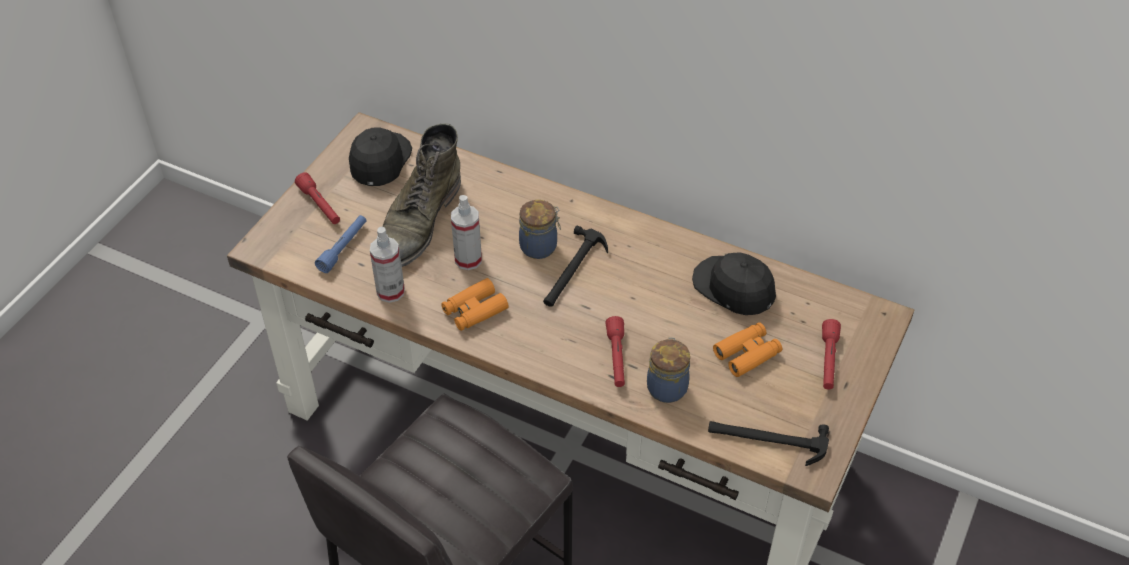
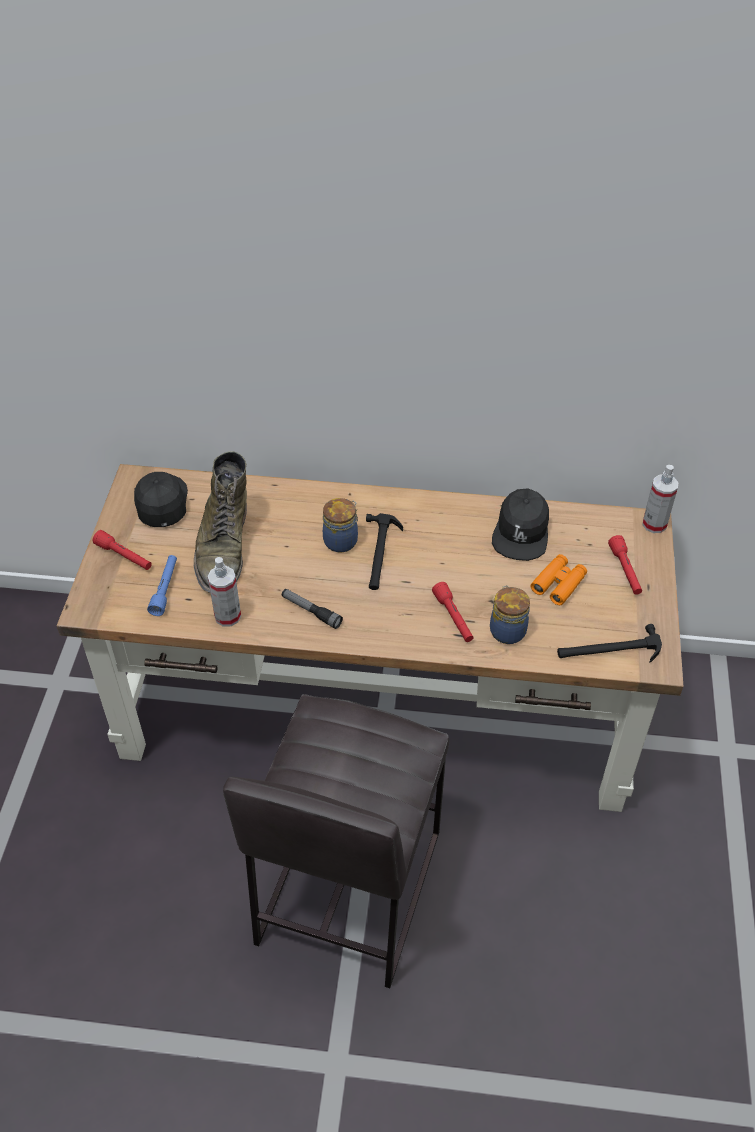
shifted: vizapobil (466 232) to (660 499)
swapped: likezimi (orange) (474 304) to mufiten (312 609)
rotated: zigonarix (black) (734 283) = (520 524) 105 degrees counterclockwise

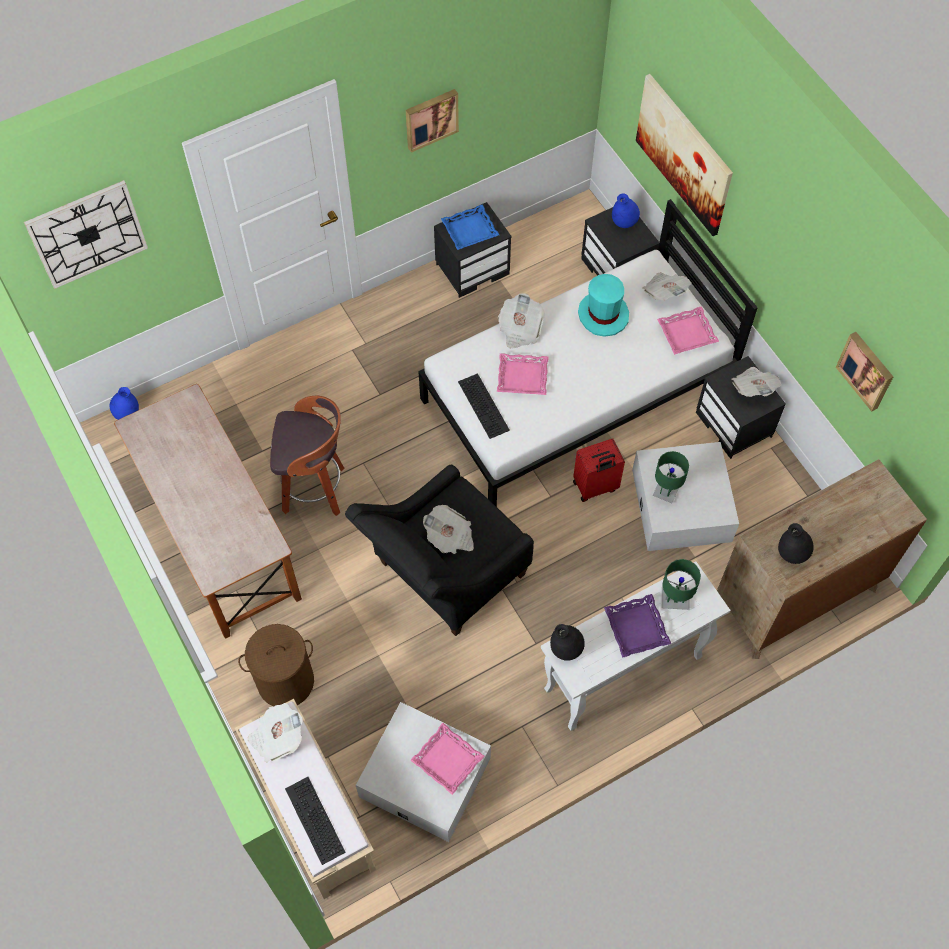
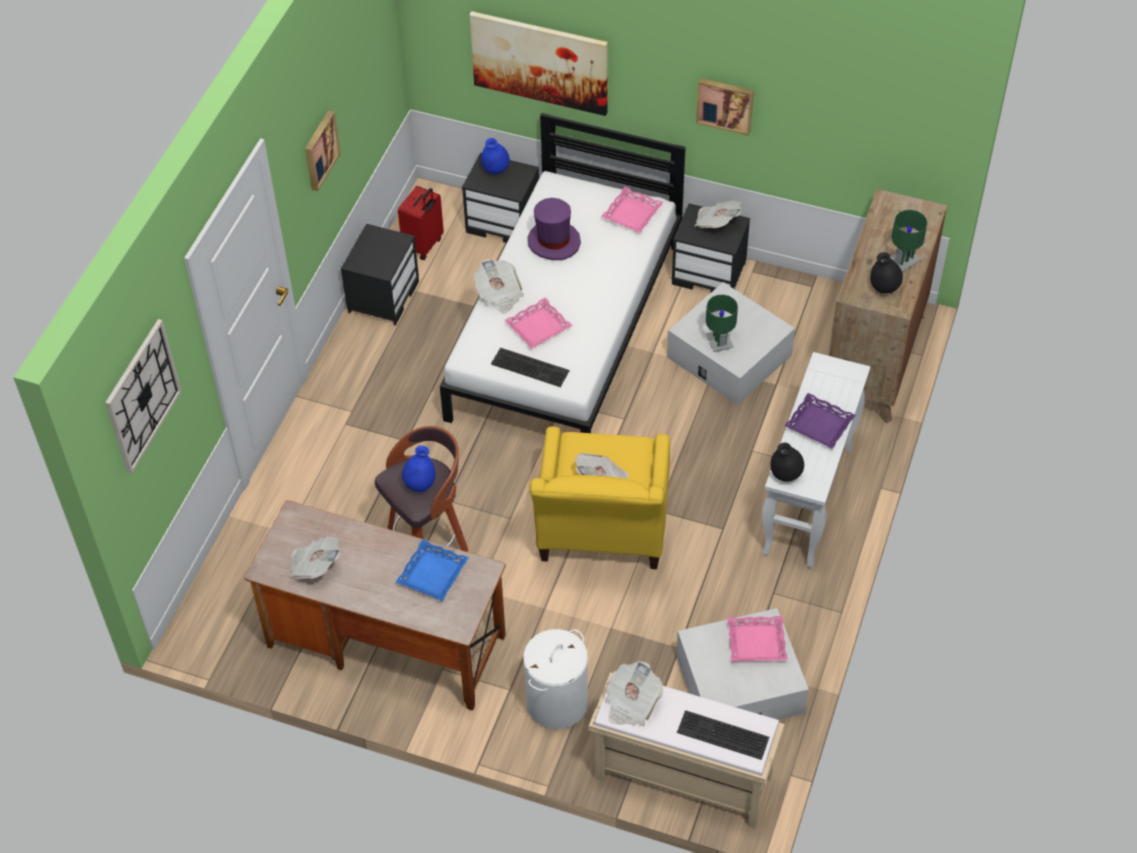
shifted: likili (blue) (470 227) to (432 570); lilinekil (667 286) to (315 557); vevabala (864 372) to (725 107); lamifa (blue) (124 403) to (418 469); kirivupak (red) (599 470) to (421 223); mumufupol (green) (681 584) to (908 241)
repainted: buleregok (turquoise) (603 305) to buleregok (purple) (554 229); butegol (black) (439 550) to butegol (yellow) (600 497); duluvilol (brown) (276 665) to duluvilol (white) (555 679)

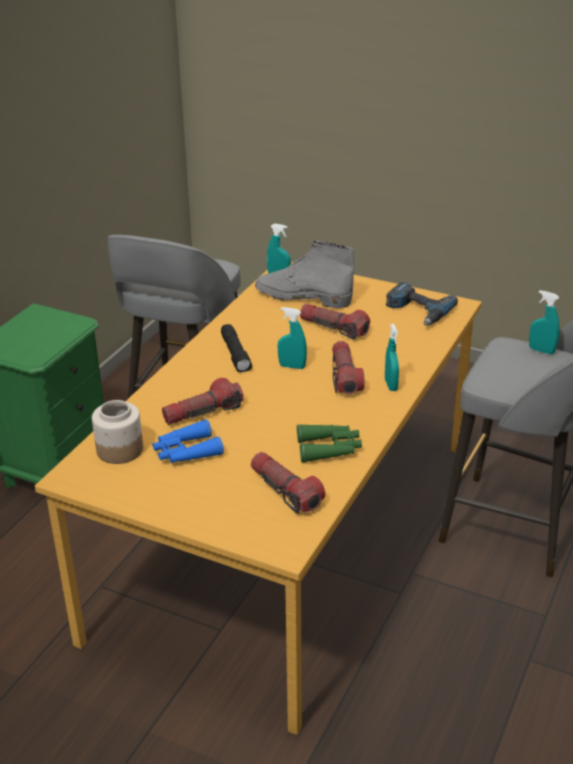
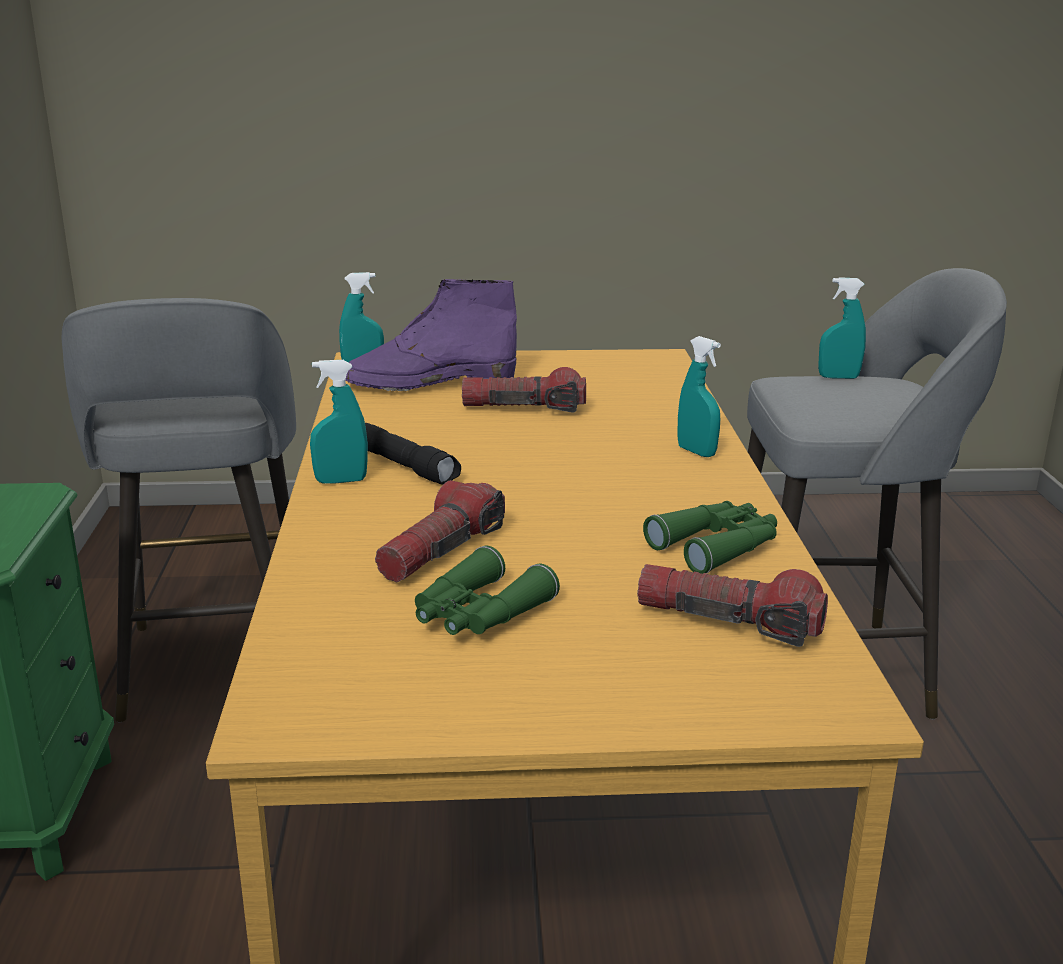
gone: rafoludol (422 304); mufiten (348 367); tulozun (117 432)
shifted: vizapobil (turquoise) (292 338) to (339 422)
repainted: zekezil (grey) (305 274) to zekezil (purple) (431 335); likezimi (blue) (188 441) to likezimi (green) (487 590)

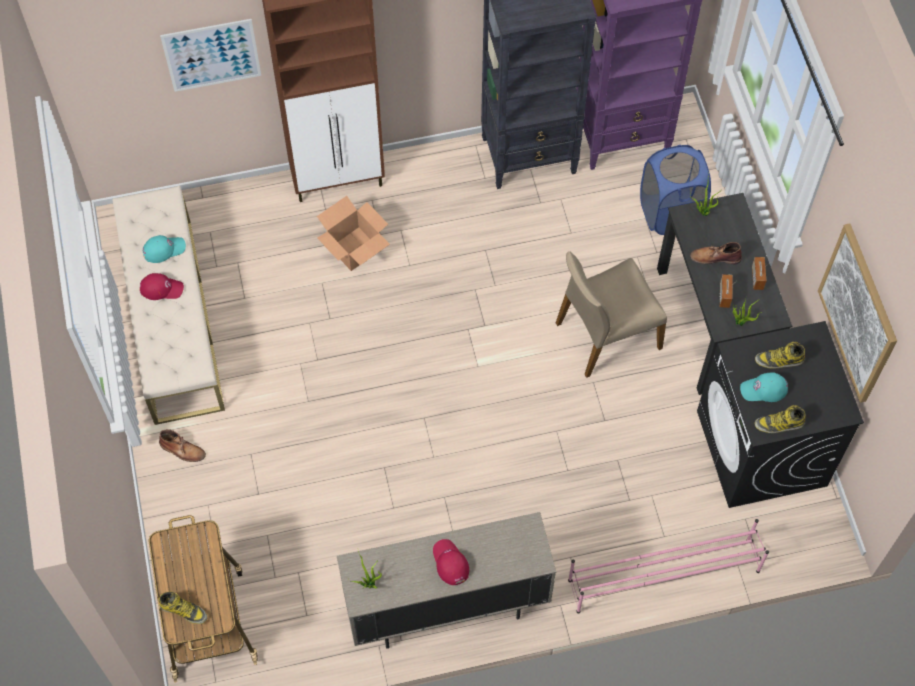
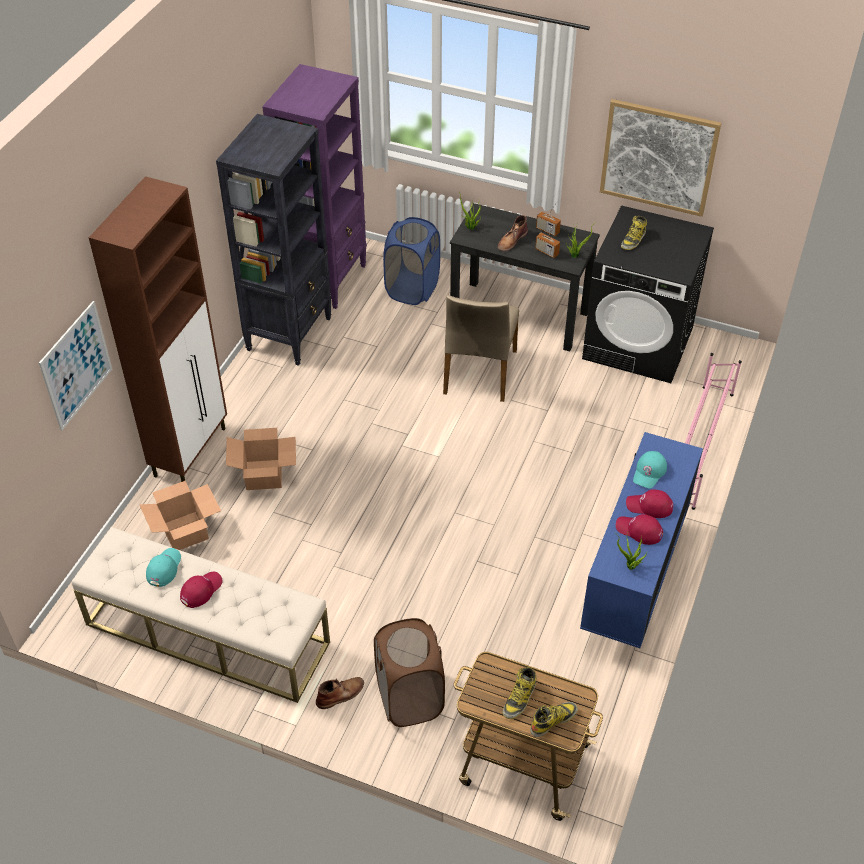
new: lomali (180 515); zigonarix (red) (639 529); duluvilol (brown) (409 672)
shifted: zigonarix (turquoise) (764 387) to (650 470); zekezil (780 419) to (519 693)
repainted: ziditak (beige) (446 580) to ziditak (blue) (641 540)

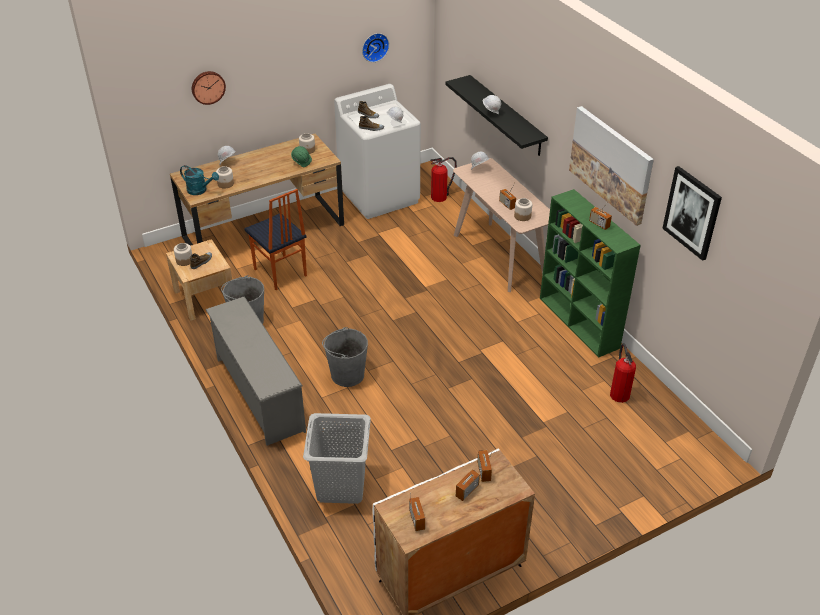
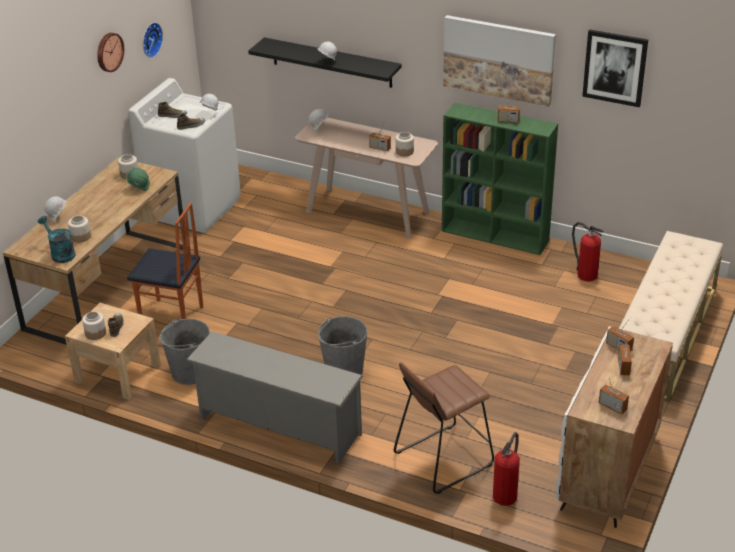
new: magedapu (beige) (671 316)
shifted: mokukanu (209 88) to (110 52); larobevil (443 179) to (506 469)
swapped: duluvilol (grey) (337 458) to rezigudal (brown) (444 428)
rotated: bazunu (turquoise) (199 180) = (57 239) 120 degrees counterclockwise

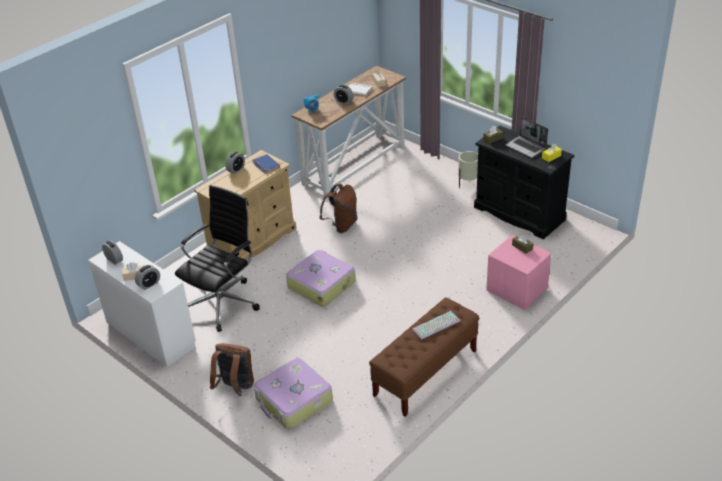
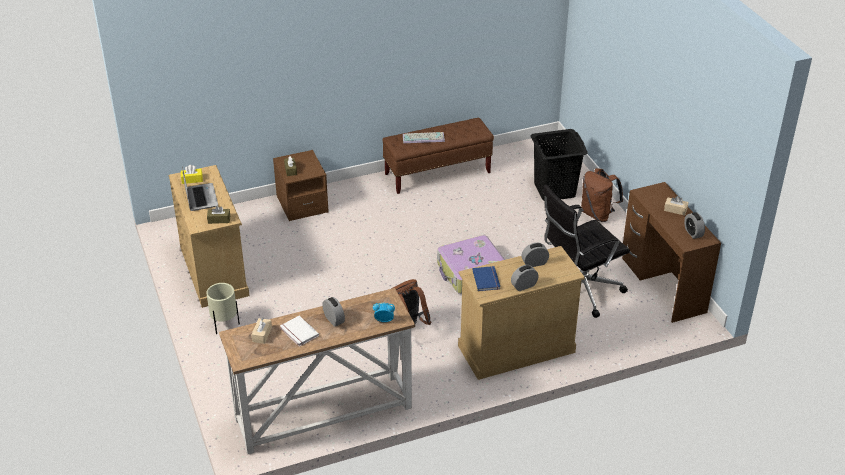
shifted: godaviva (147 277) to (535 255)
swapped: kirivupak (293 393) to duluvilol (black) (559 164)
repainted: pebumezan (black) (524 183) to pebumezan (beige) (209 236); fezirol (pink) (519 272) to fezirol (brown) (301 185); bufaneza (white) (142 304) to bufaneza (brown) (671 252)

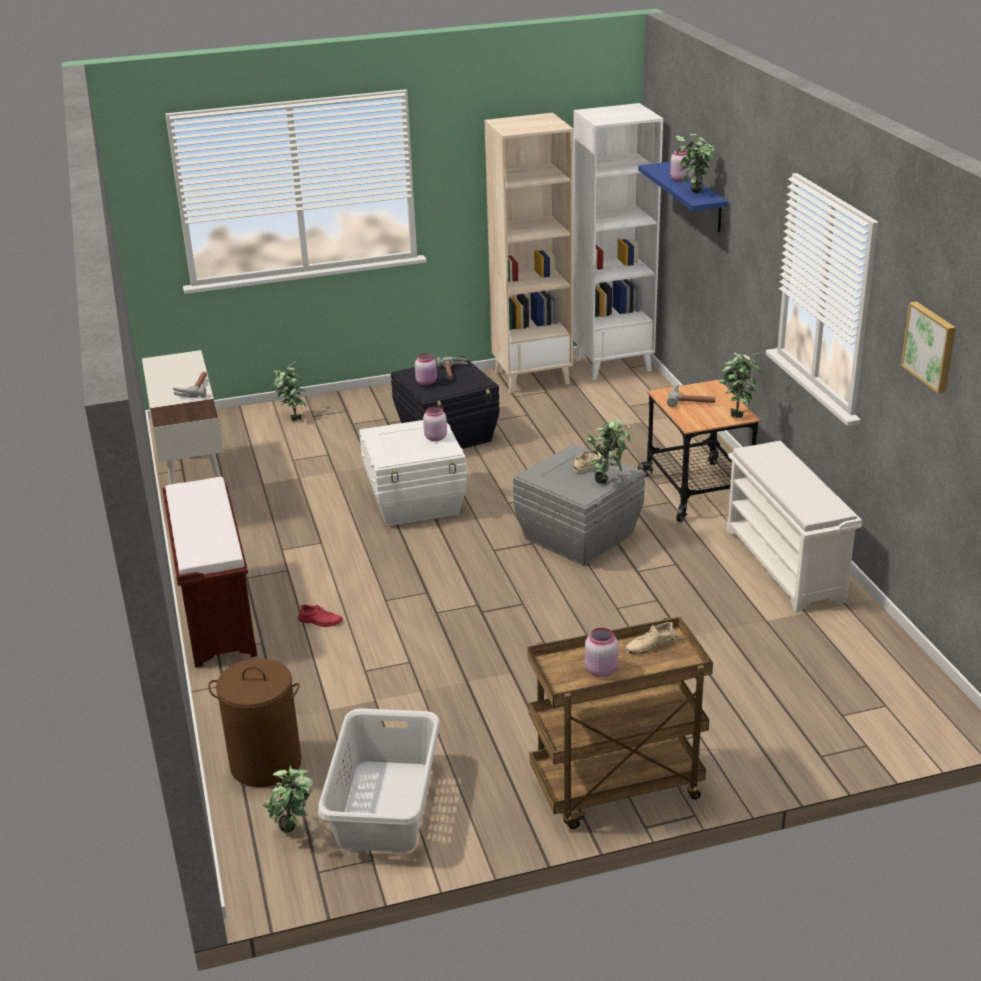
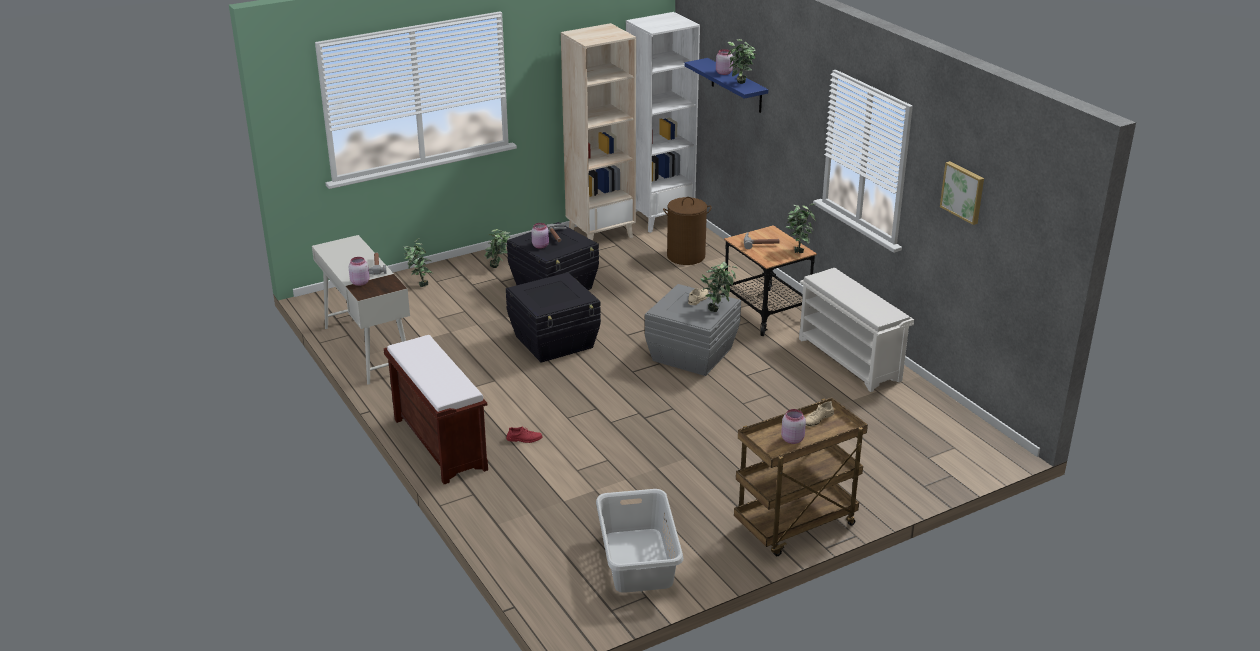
shifted: tulozun (pink) (435 423) to (359 271); duluvilol (brown) (255 722) to (687 231); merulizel (288 799) to (497 248)
repainted: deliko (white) (413 473) to deliko (black) (553 317)

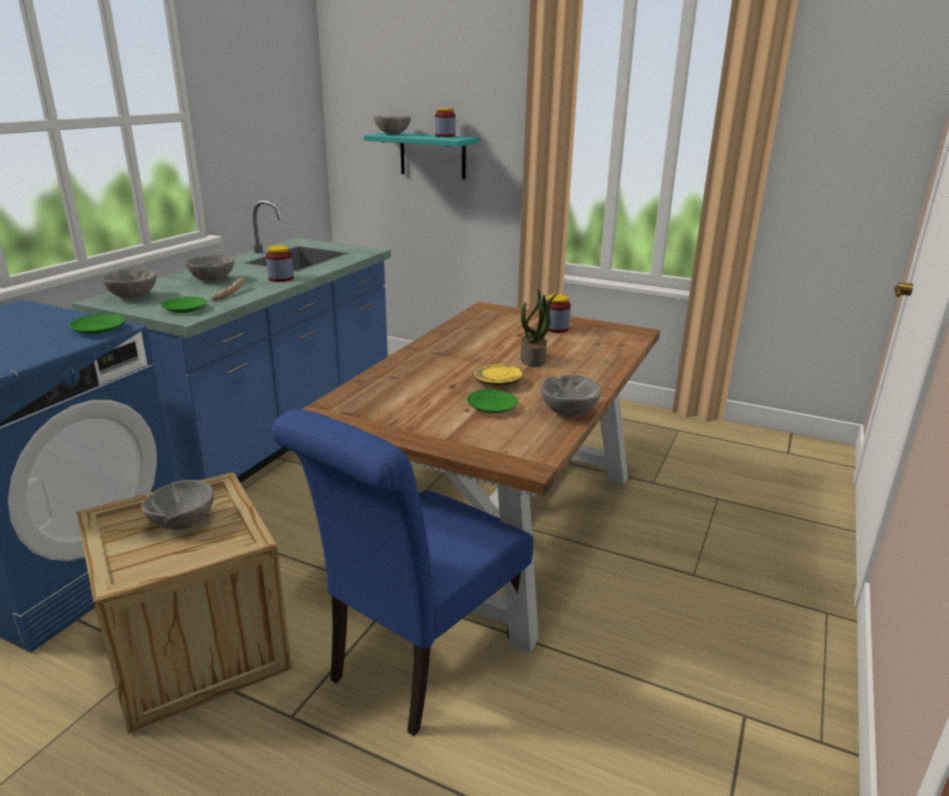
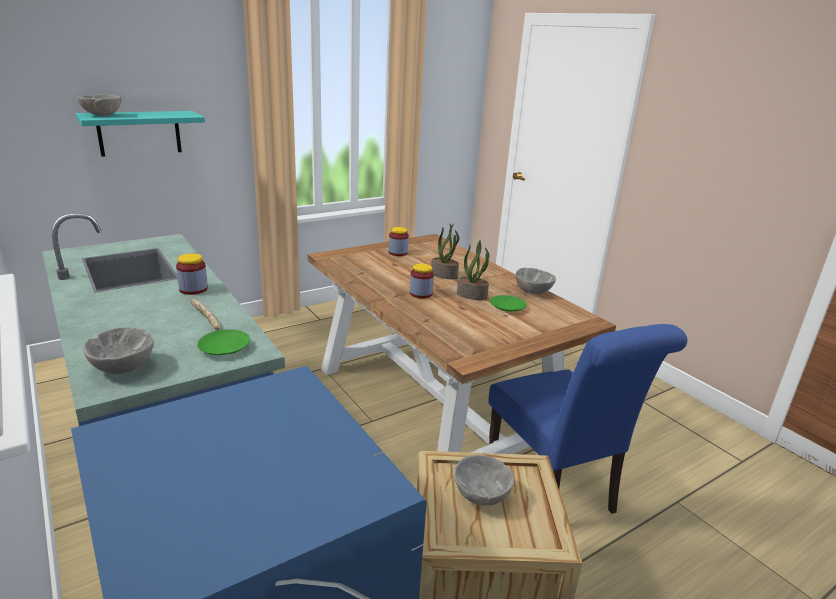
gone: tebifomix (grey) (209 268); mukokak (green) (97 324)
shifted: tulozun (445 122) to (422 280)
swapped: mukokak (yellow) (498 376) to merulizel (473 270)

